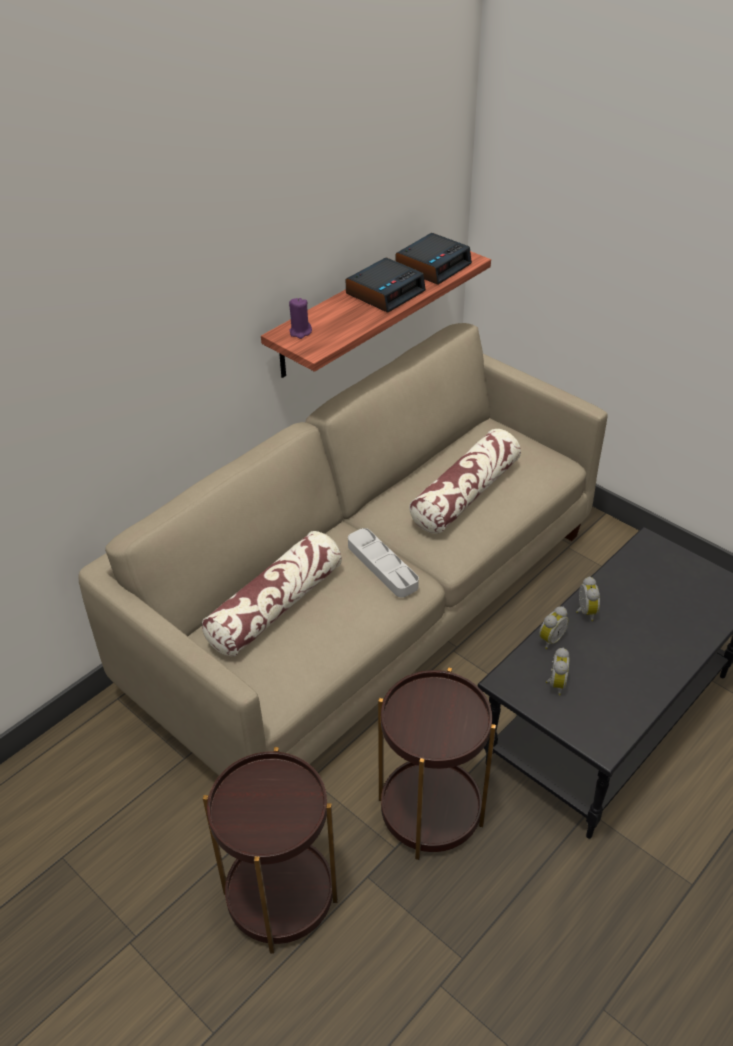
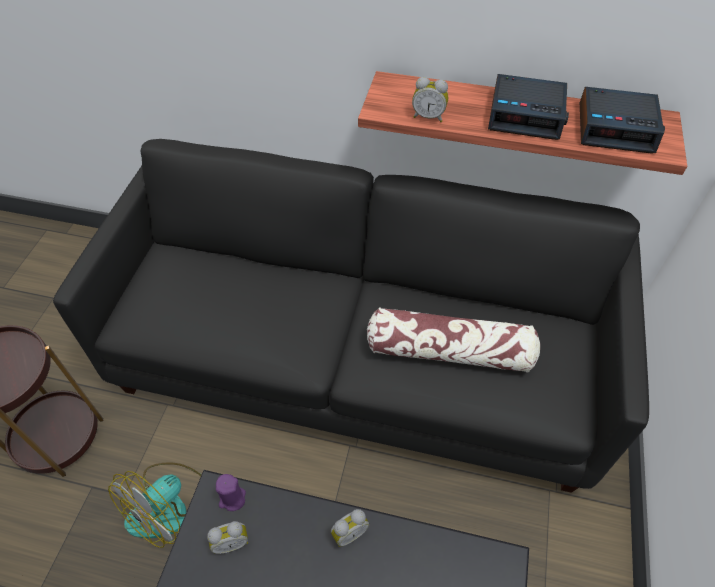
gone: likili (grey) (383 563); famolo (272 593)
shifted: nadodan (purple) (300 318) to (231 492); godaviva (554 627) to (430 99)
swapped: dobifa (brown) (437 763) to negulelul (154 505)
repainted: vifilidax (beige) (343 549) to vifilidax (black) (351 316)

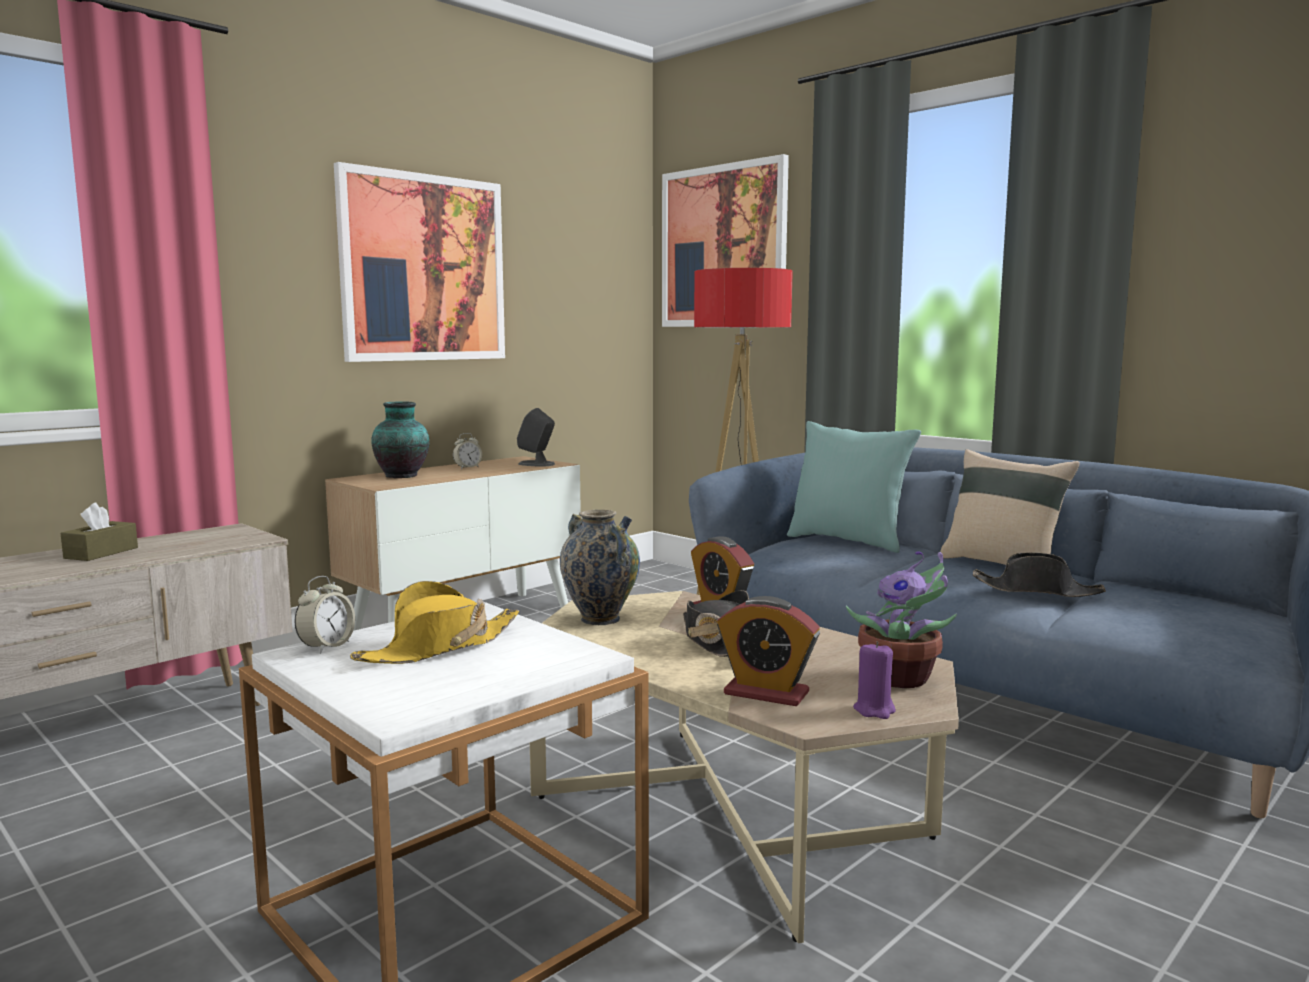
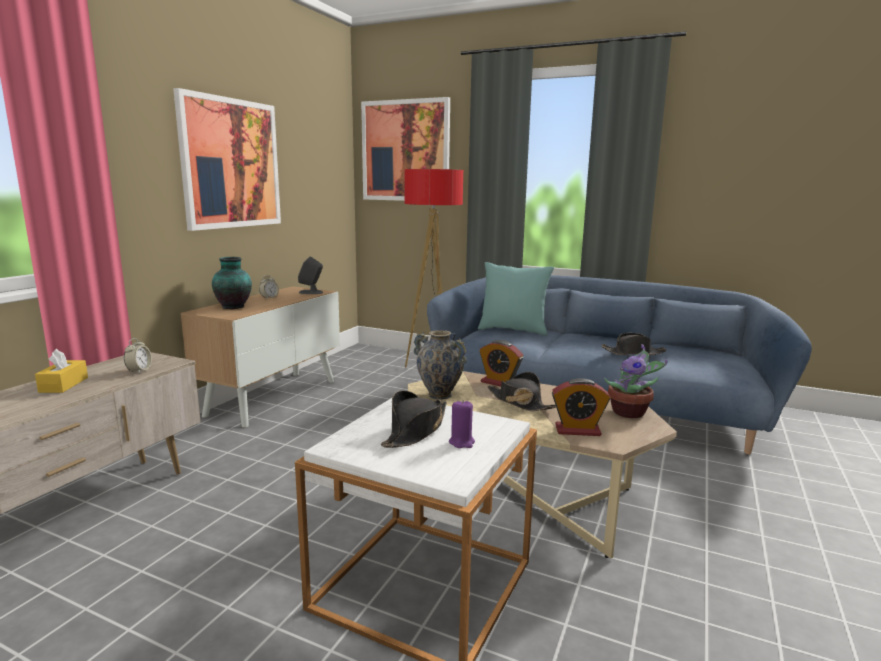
gone: famolo (beige) (1010 507)
shifted: godaviva (325 615) to (138 356); nadodan (purple) (874 680) to (462 424)
repainted: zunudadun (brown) (99 532) to zunudadun (yellow) (61 371); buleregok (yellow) (435 622) to buleregok (black) (414 419)

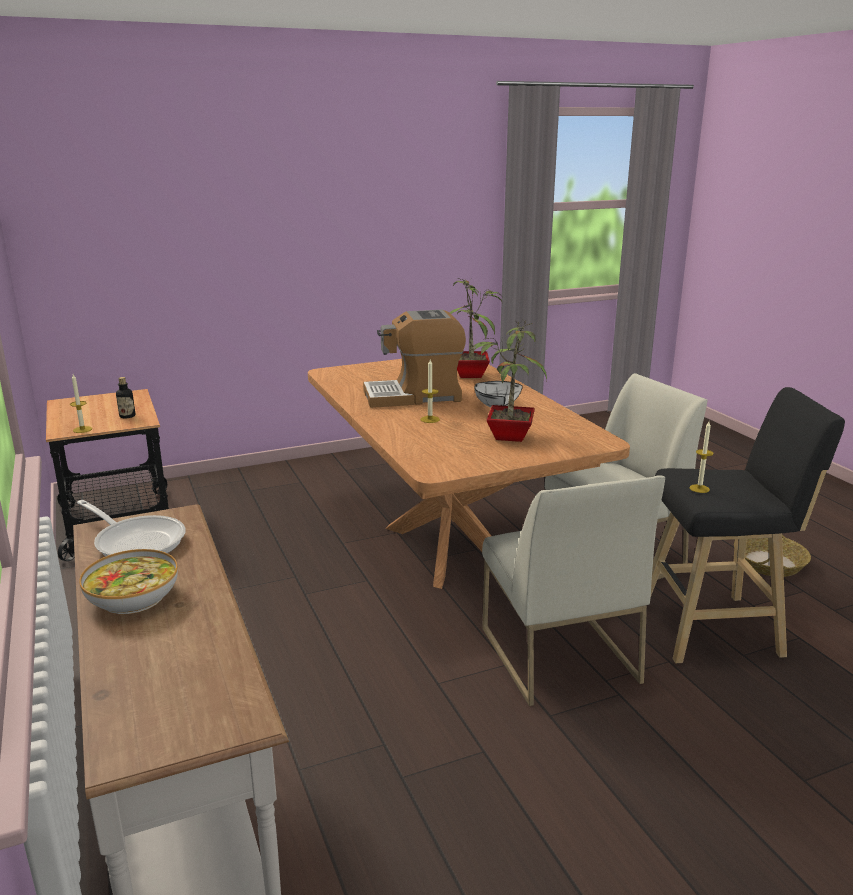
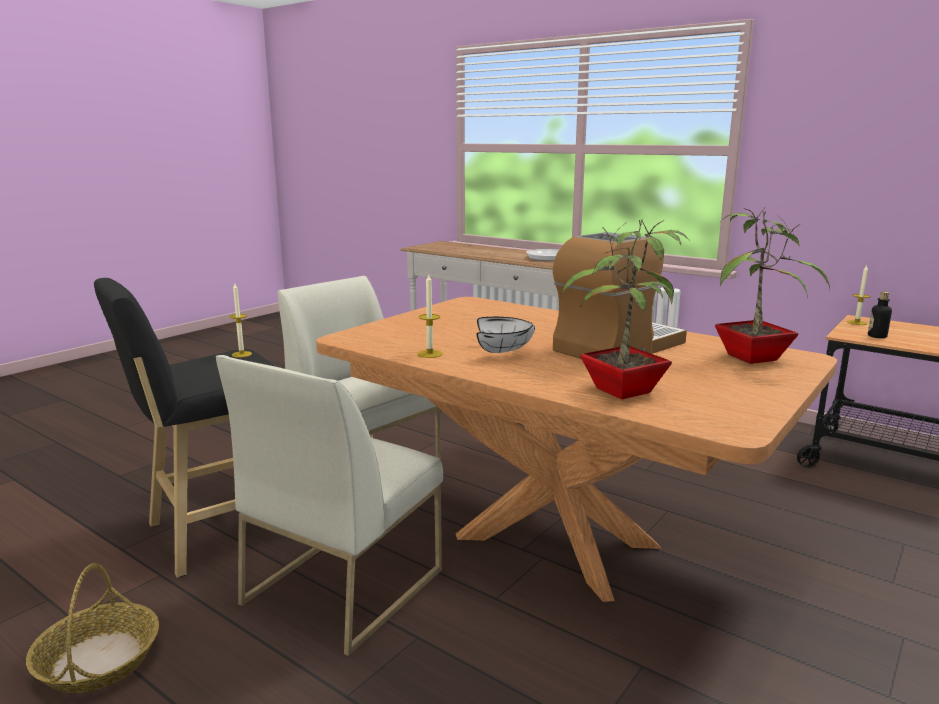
gone: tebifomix (128 581)
shifted: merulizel (509 381) to (772 286); nadodan (430 391) to (430 315)

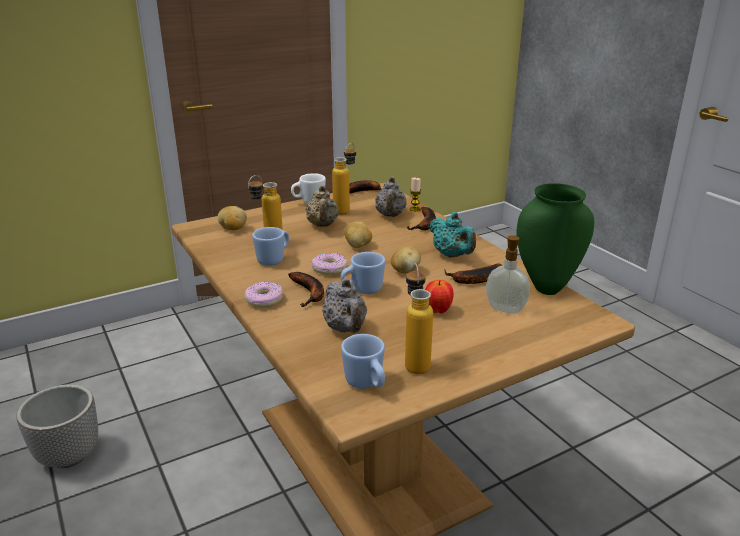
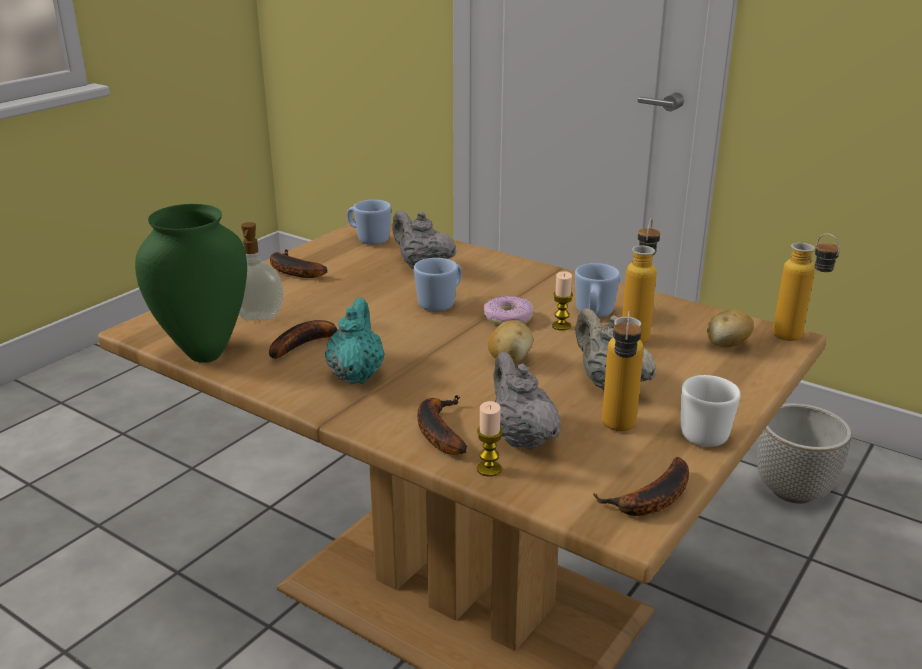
gone: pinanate (406 259); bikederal (439 297); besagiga (264 294)
new: nadodan (562 300)
shifted: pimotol (419 318) to (806 287); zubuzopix (306 289) to (298 263)
rotated: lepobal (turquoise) (452 235) = (355 341) 60 degrees clockwise

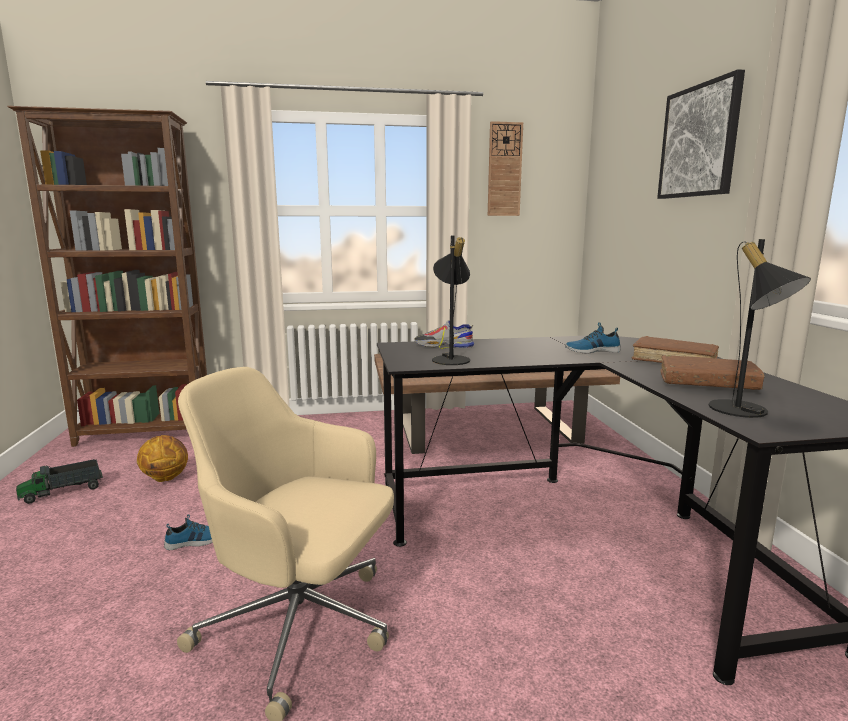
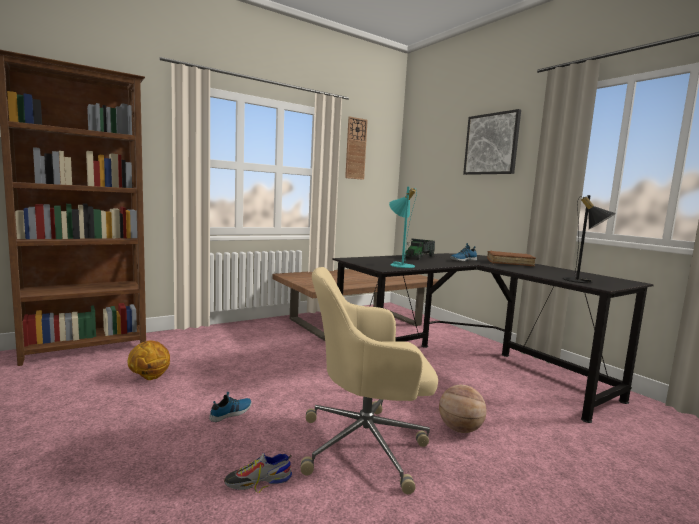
gone: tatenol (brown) (712 372)
new: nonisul (463 409)
shifted: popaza (444 334) to (258 473); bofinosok (59 481) to (420 249)
repainted: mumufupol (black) (451 300) to mumufupol (turquoise) (403 227)

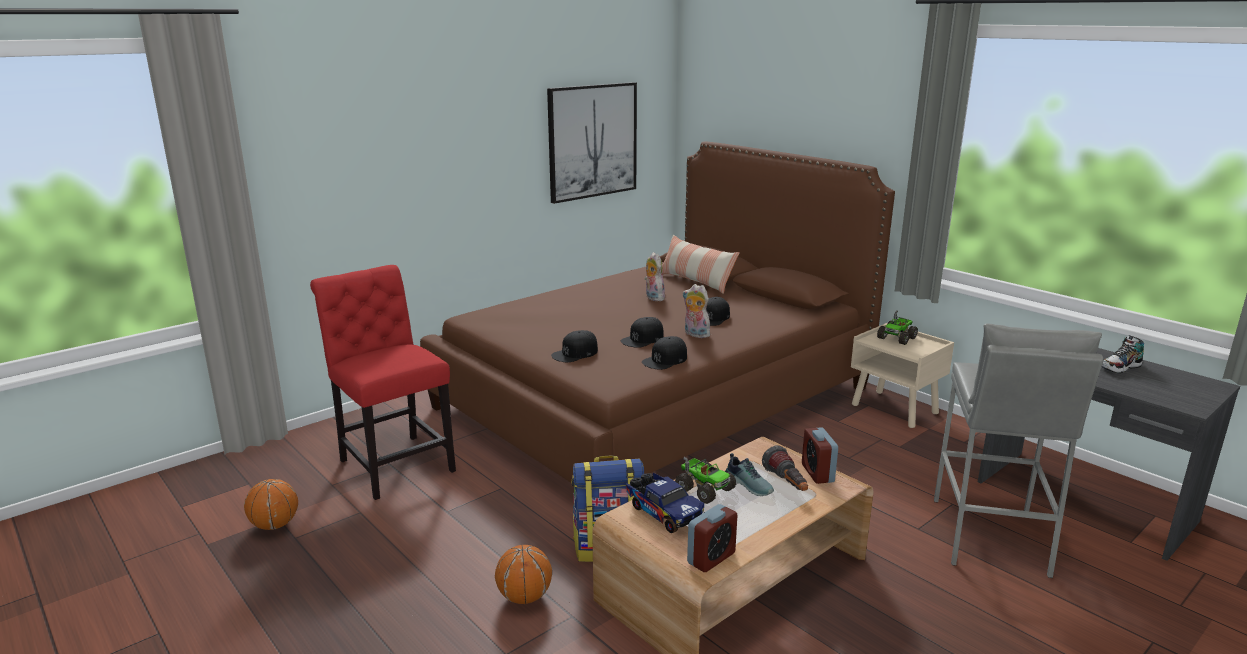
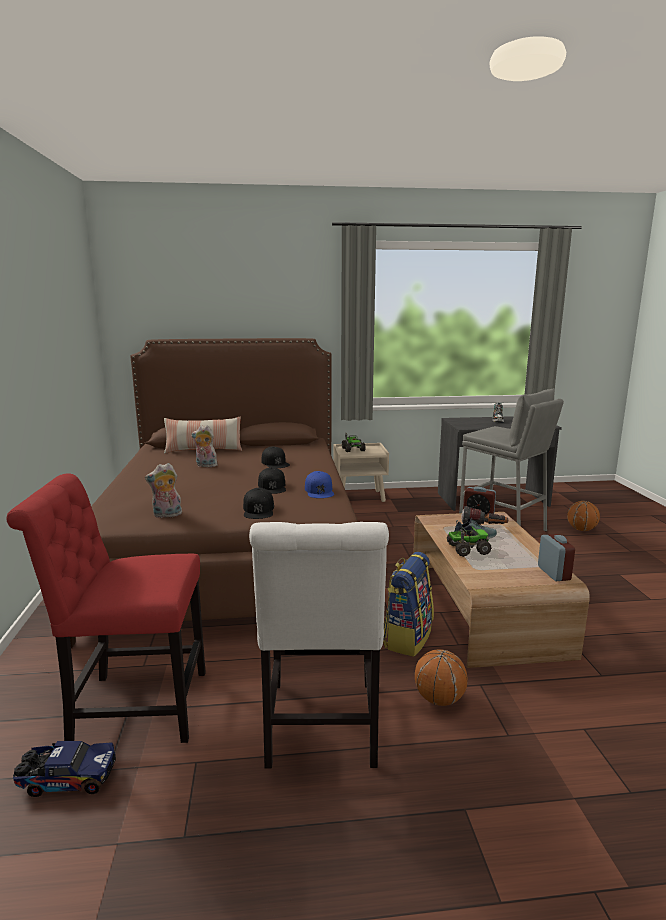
gone: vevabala (592 143)
new: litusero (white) (319 645)
shifted: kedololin (696 311) to (164 490); bofinosok (665 503) to (64 769); nonisul (271 504) to (583 516)
repainted: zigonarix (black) (664 353) to zigonarix (blue) (319 484)

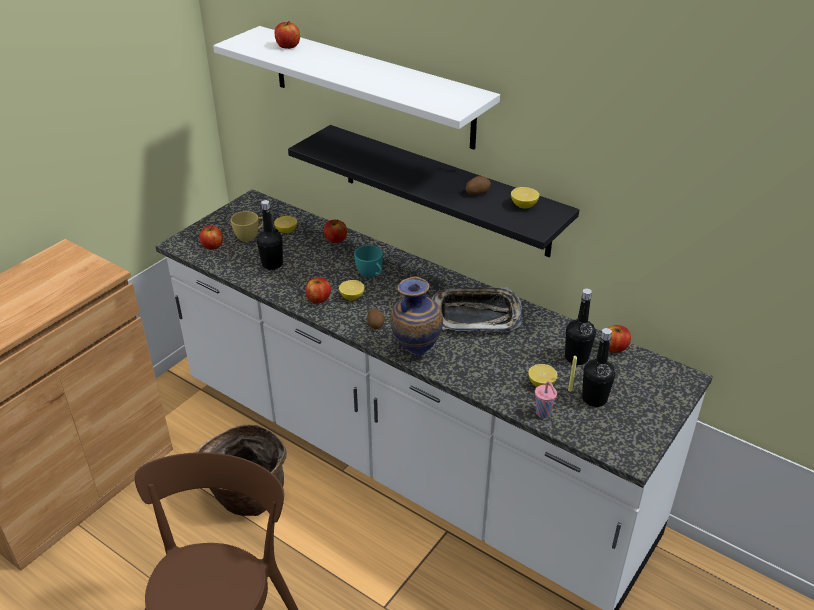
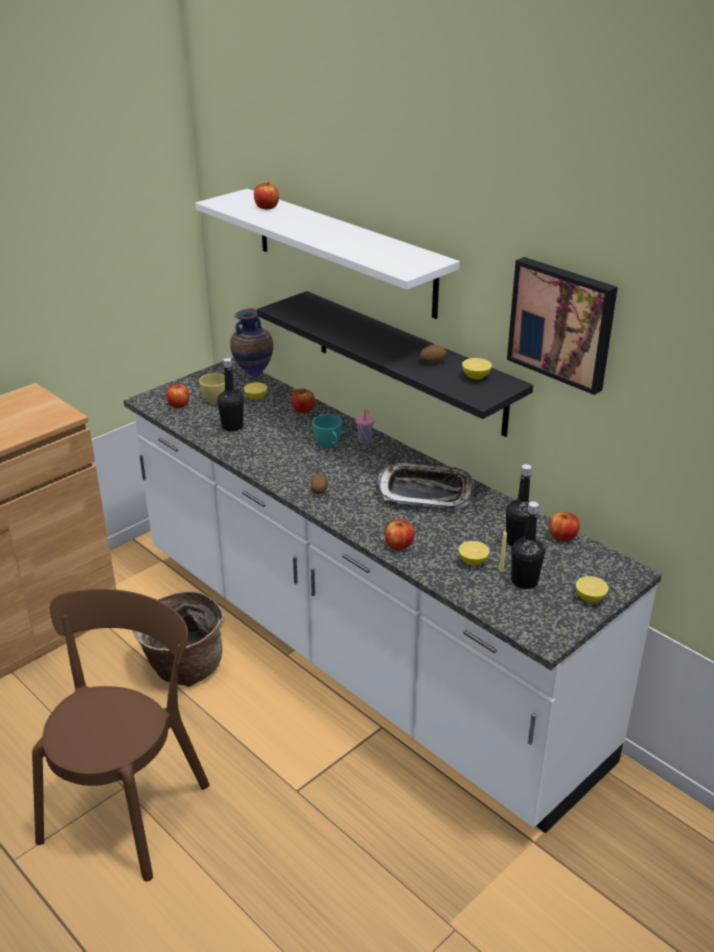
new: vevabala (562 326)
shifted: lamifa (416 316) to (251 343); bikederal (318 290) to (399 534); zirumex (352 290) to (592 589); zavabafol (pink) (546 399) to (365 426)

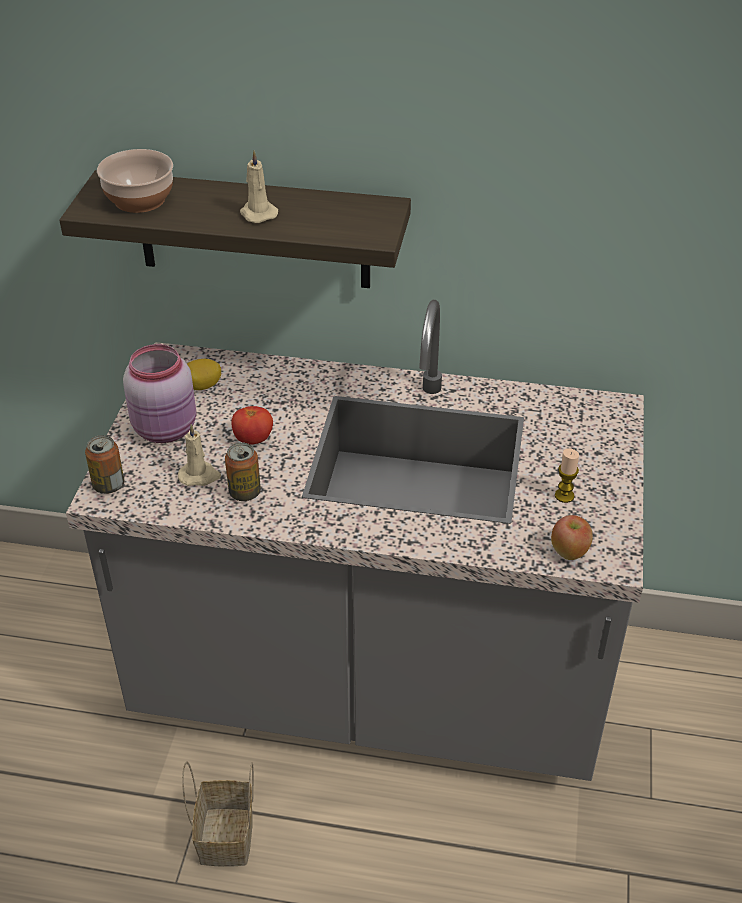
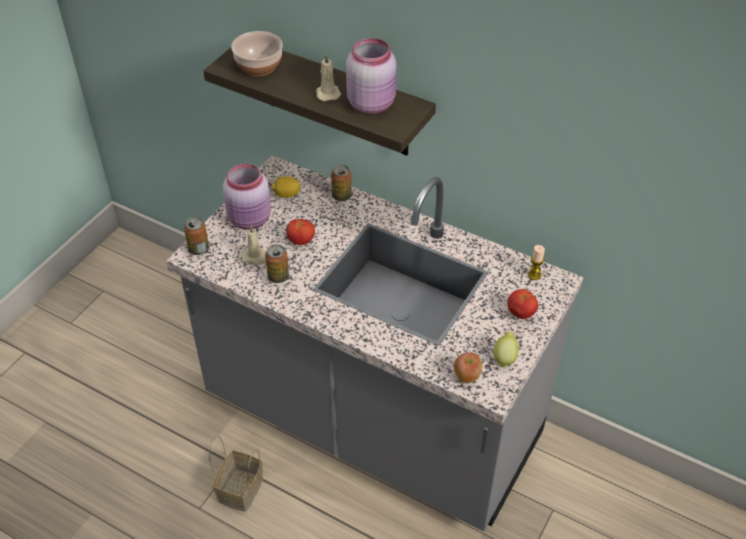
new: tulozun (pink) (371 76); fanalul (341 183); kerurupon (523 304); zirumex (505 350)
shifted: nadodan (567 475) to (536 262)

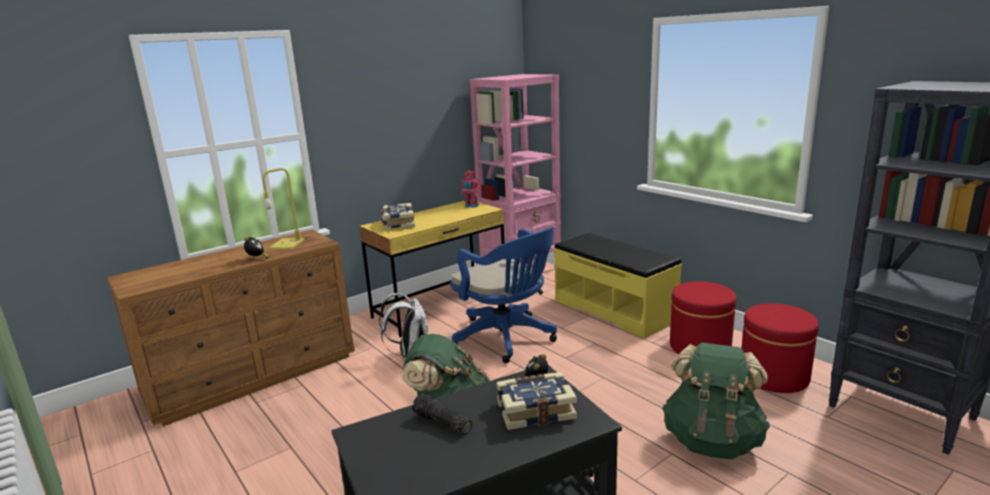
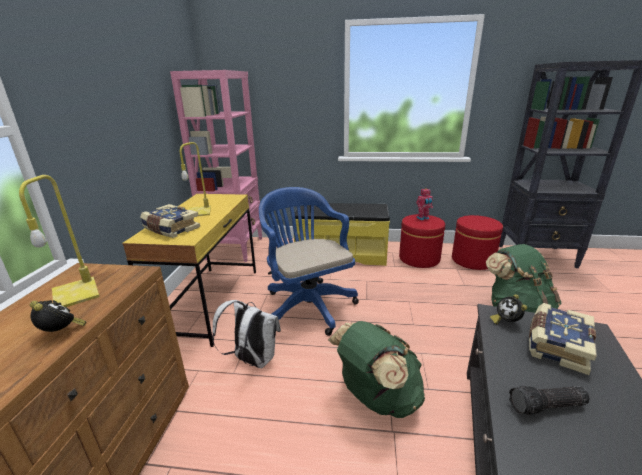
new: mumufupol (yellow) (195 179)
shifted: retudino (470 189) to (424 204)
rotated: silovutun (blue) (503 295) = (309 261) 120 degrees counterclockwise

